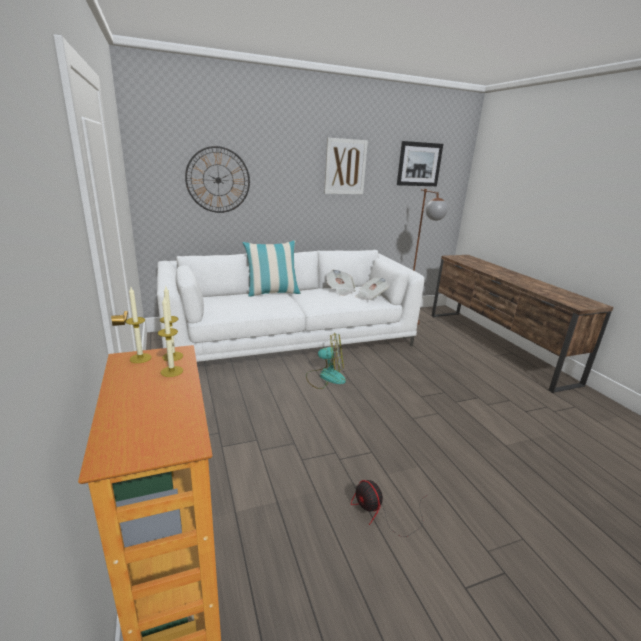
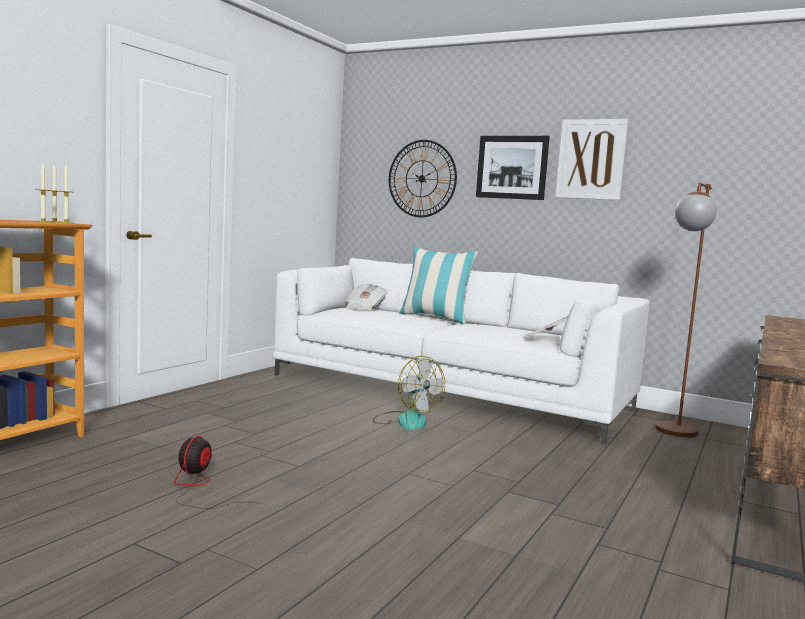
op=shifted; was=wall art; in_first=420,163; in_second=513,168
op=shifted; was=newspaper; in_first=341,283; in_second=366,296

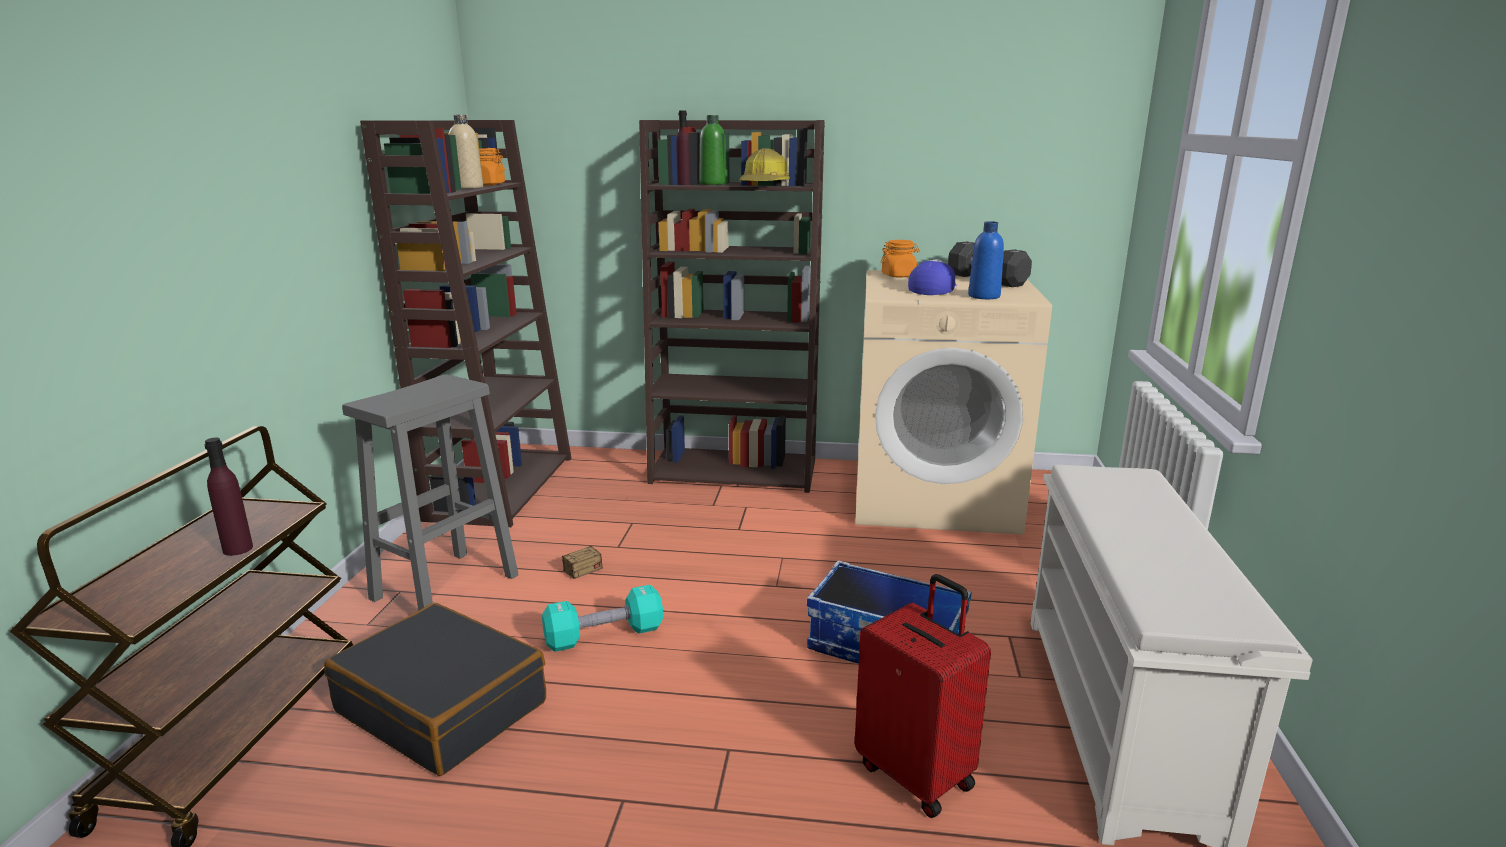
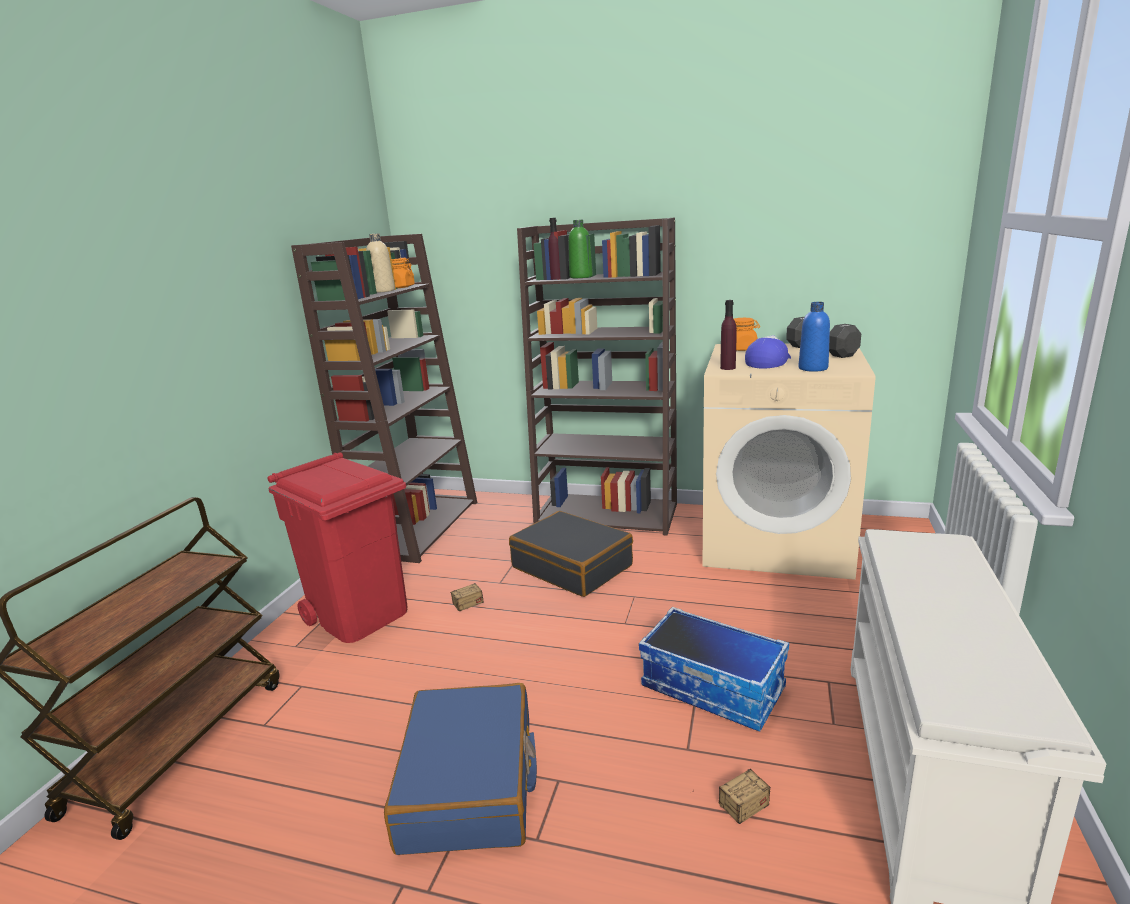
op=gone; was=safety helmet; in_first=765,164
op=swapped; was=gray sitting stool; now=red waste bin; in_first=430,492; in_second=338,547
op=shifted; was=purple beverage bottle; in_first=228,497; in_second=728,335
op=swapped; was=red piece of luggage; now=storage container; in_first=923,696; in_second=731,796
op=gone; was=turquoise-coloured hand weight; in_first=602,618
op=shifted; was=black-coloured piece of luggage; in_first=435,689; in_second=571,554
op=new; now=blue-coloured piece of luggage; in_second=460,769

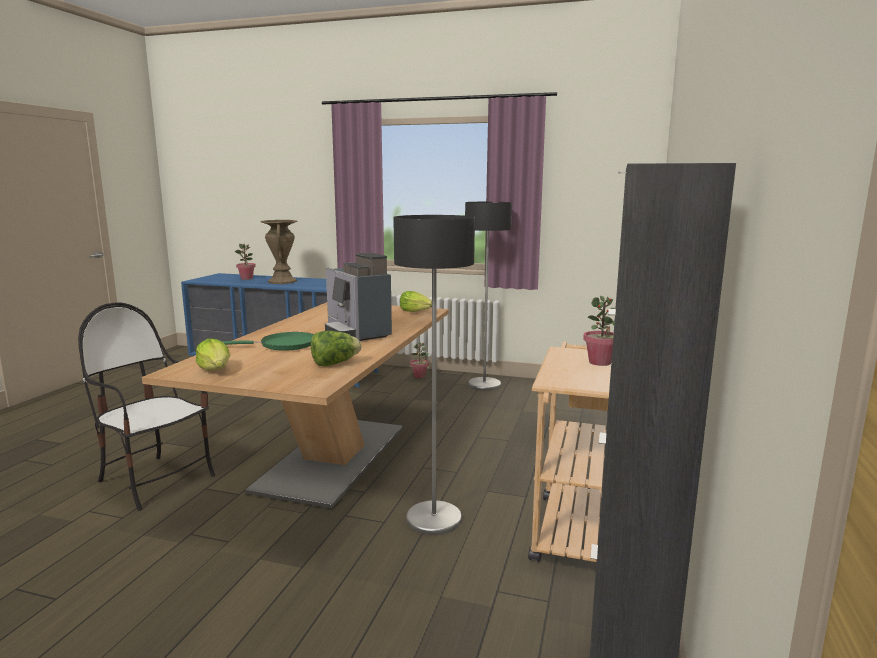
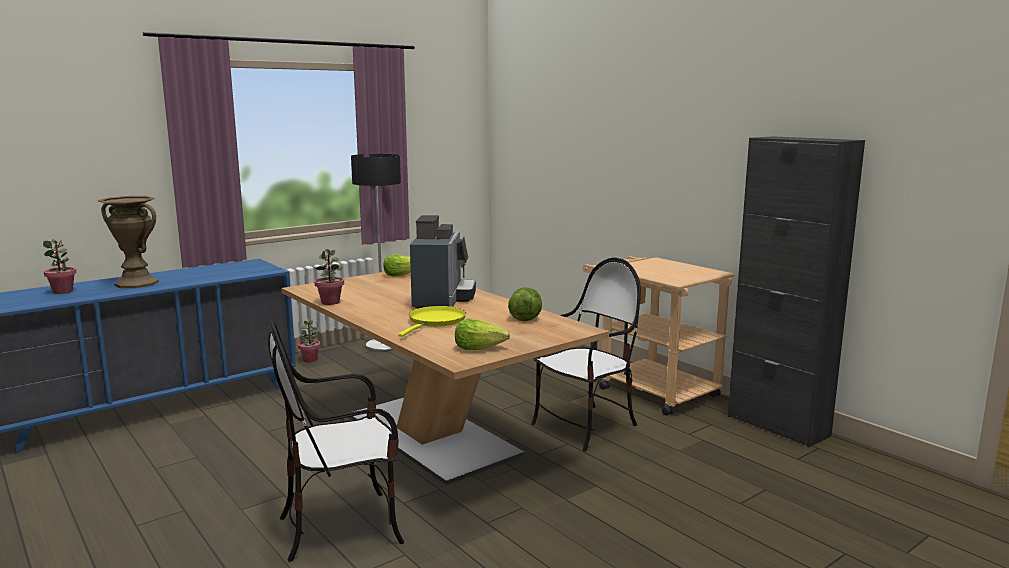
op=swapped; was=standing lamp; now=upright chair; in_first=434,375; in_second=586,354
op=rotated; was=coffee maker; in_first=358,296; in_second=443,262; clockwise=-90
op=shifted; was=potted plant; in_first=599,331; in_second=329,277
op=repainted; was=green-coloured frying pan; now=yellowish frying pan; in_first=268,341; in_second=432,321

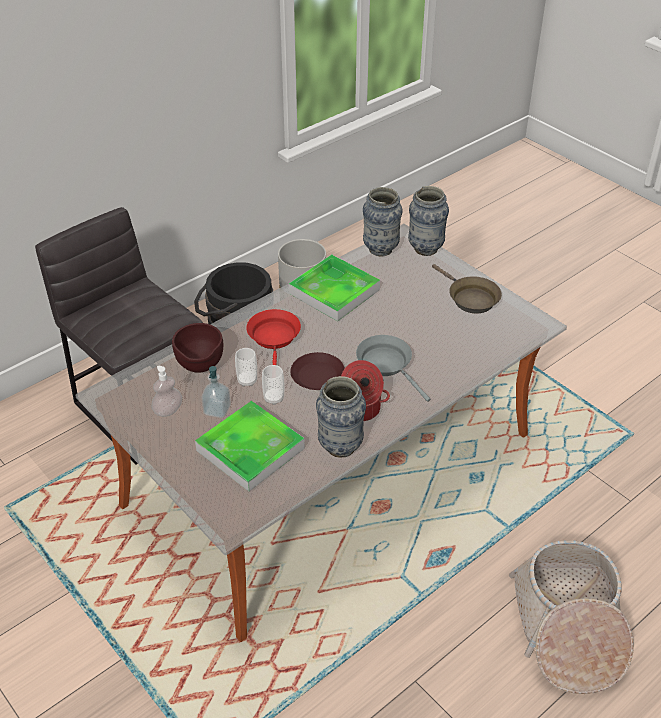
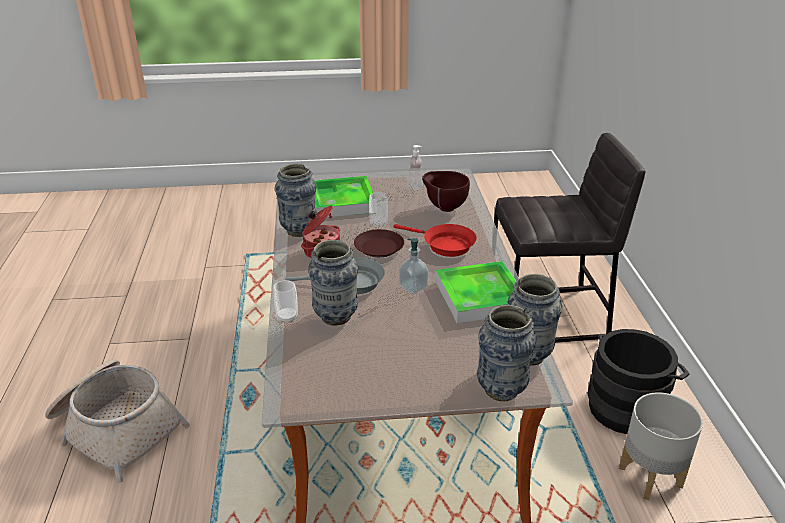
op=gone; was=brown frying pan; in_first=467,288
op=shifted; was=small cup; in_first=246,367; in_second=286,301
op=shifted; was=soap bottle; in_first=216,392; in_second=414,266
op=new; now=flower vase; in_second=333,283

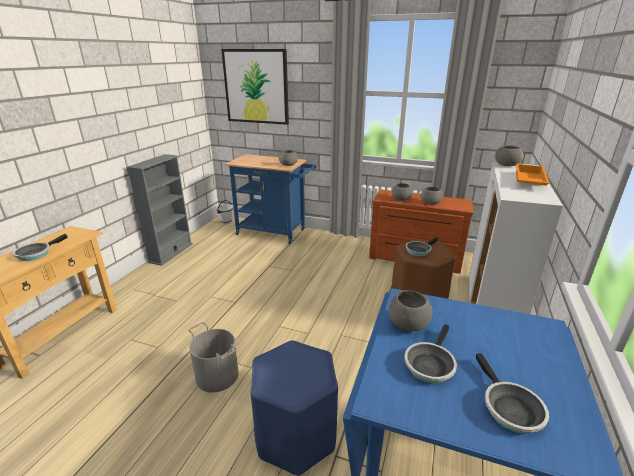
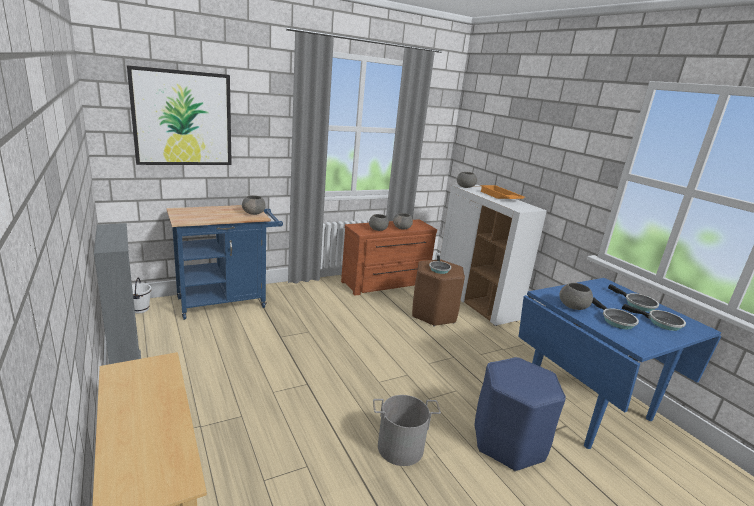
op=shifted; was=frying pan; in_first=40,247; in_second=633,298

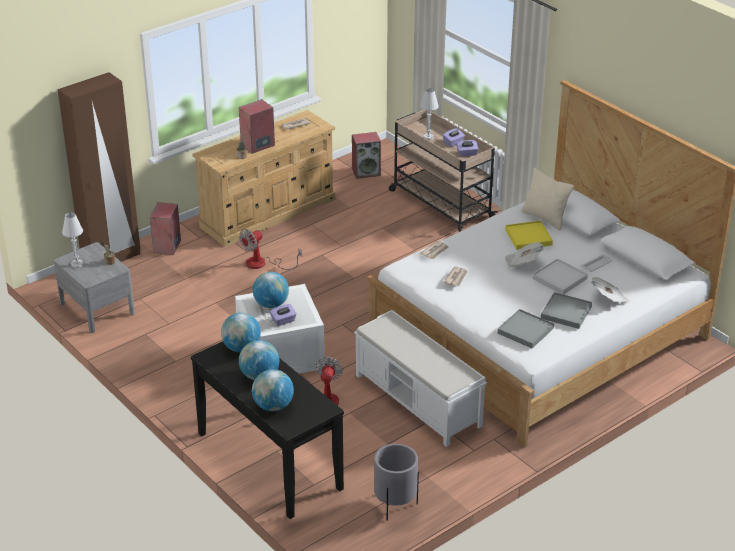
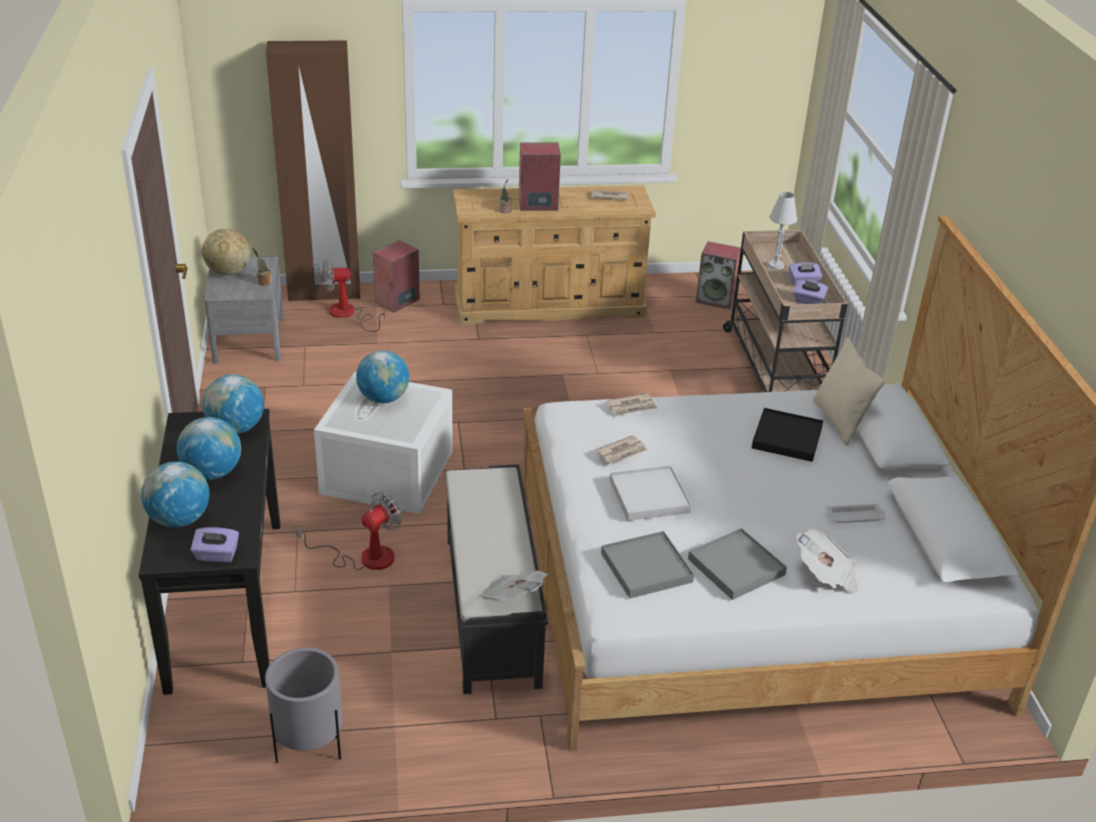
op=swapped; was=white-coloured table lamp; now=desk globe; in_first=72,240; in_second=226,252
op=repainted; was=yellowish tray; now=black-coloured tray; in_first=529,235; in_second=787,435
op=shifted; was=fan; in_first=270,249; in_second=353,295
op=shifted; was=newspaper; in_first=524,254; in_second=513,586
op=shifted; was=white-coloured tray; in_first=560,277; in_second=650,493
op=shifted; was=purple tissue box; in_first=283,315; in_second=215,544
op=repainted; was=white-coloured long seat; now=black-coloured long seat; in_first=420,378; in_second=496,579

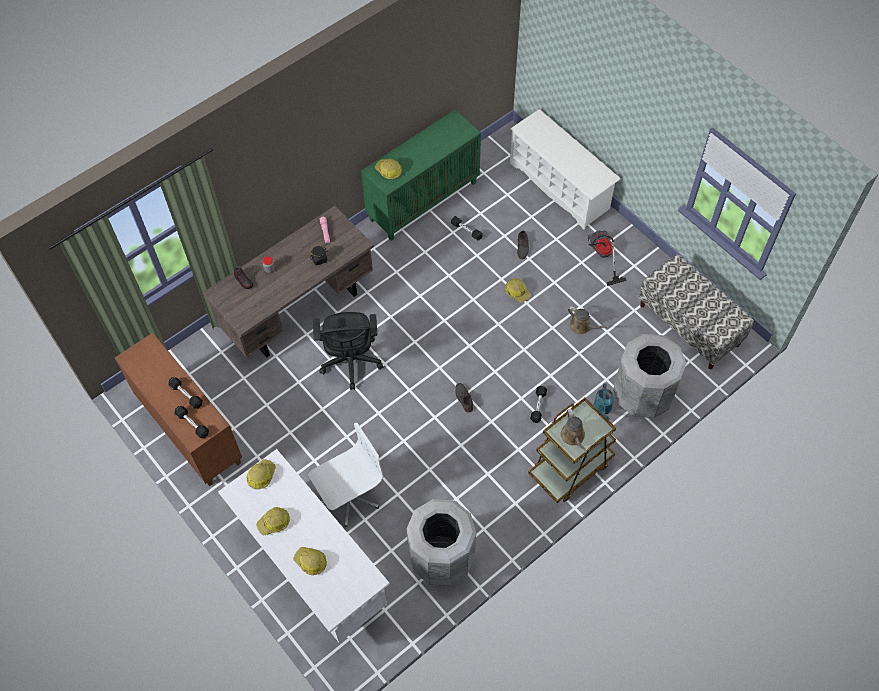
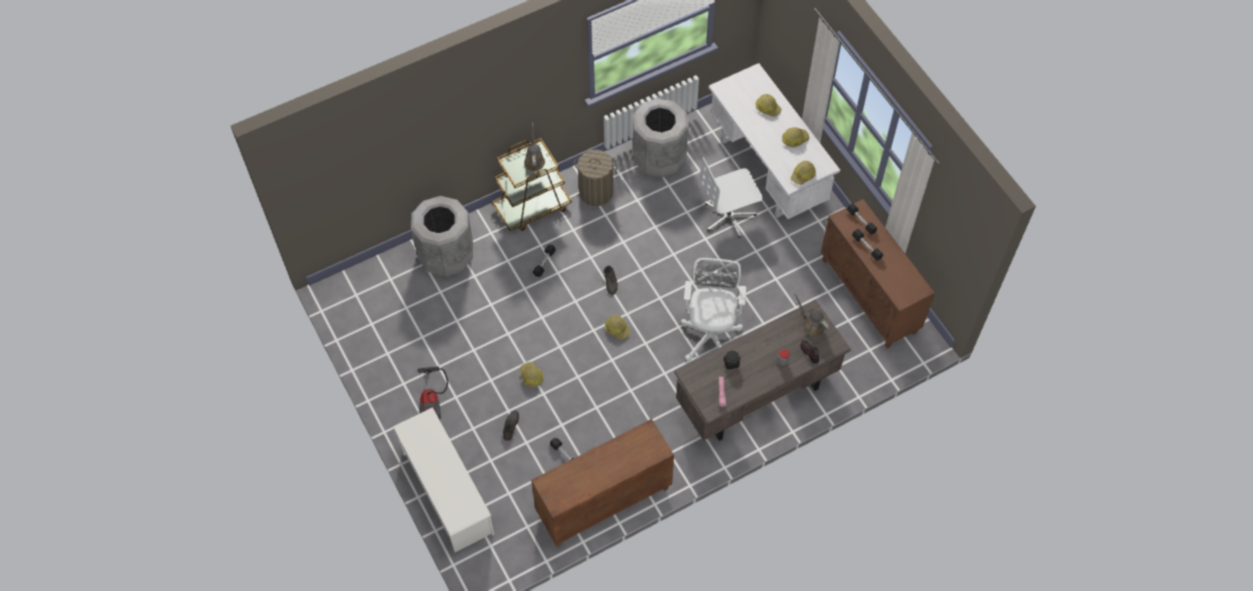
op=repainted; was=green-coloured cabinet; now=brown cabinet; in_first=421,175; in_second=602,483
op=shifted; was=safety helmet; in_first=388,169; in_second=618,327
op=gone; was=long seat; in_first=696,311
op=shifted; was=brown watering pot; in_first=588,320; in_second=811,315
op=repainted; was=black-coloured office chair; now=white-coloured office chair; in_first=348,351; in_second=713,309
op=gone; was=turquoise-coloured watering pot; in_first=604,403
op=new; now=hamper; in_second=595,177

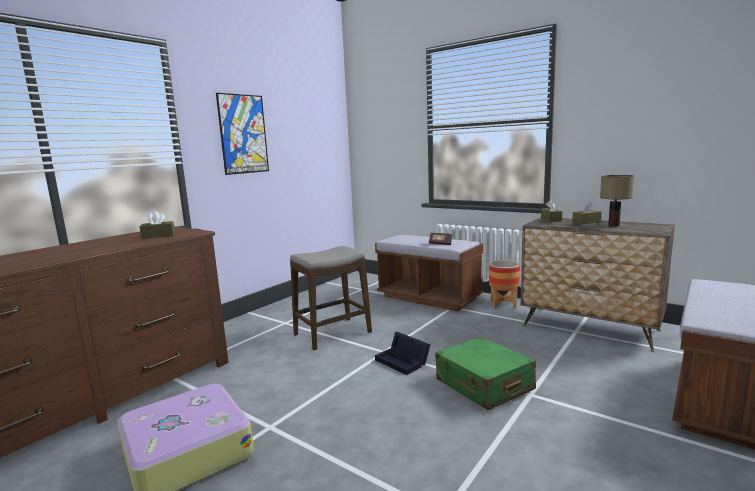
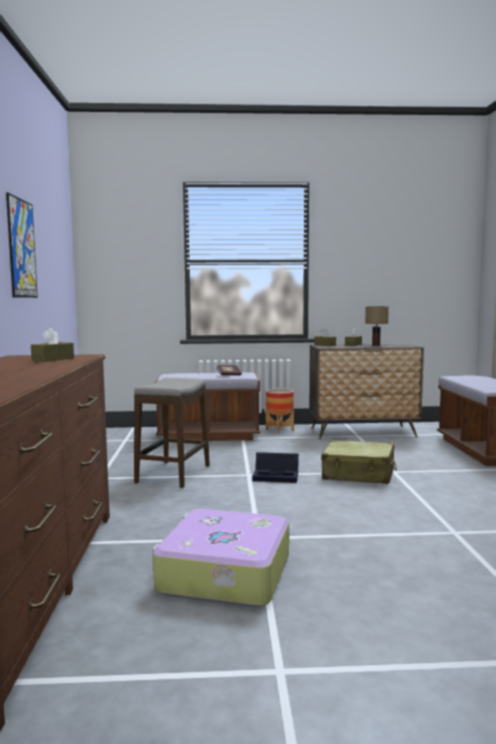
op=repainted; was=green-coloured piece of luggage; now=beige-coloured piece of luggage; in_first=485,373; in_second=359,462

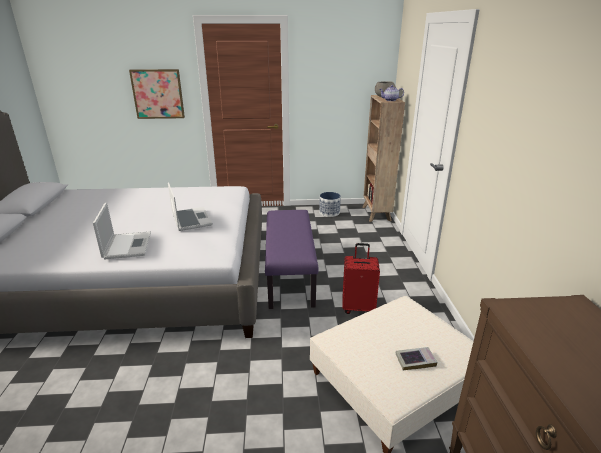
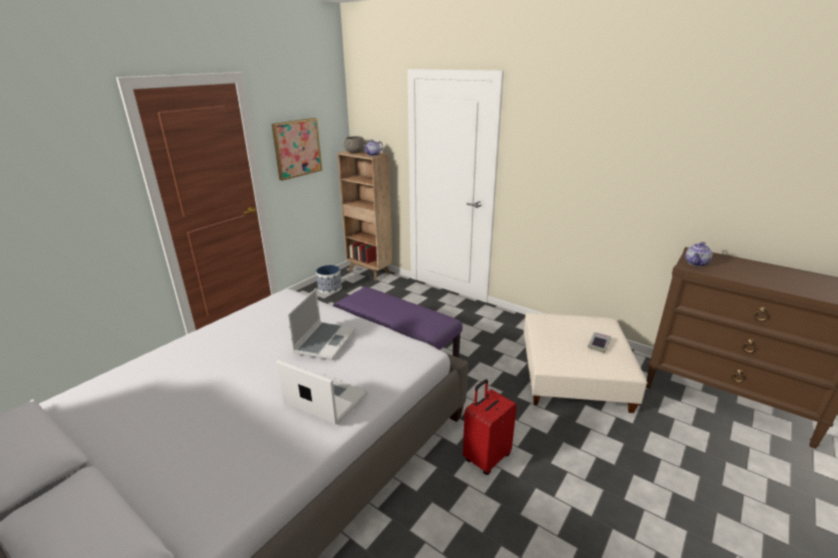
op=shifted; was=wall art; in_first=157,94; in_second=297,149
op=rotated; was=notebook computer; in_first=190,206; in_second=321,324; clockwise=90
op=shifted; was=red piece of luggage; in_first=361,278; in_second=490,427
op=new; now=teapot; in_second=699,254

